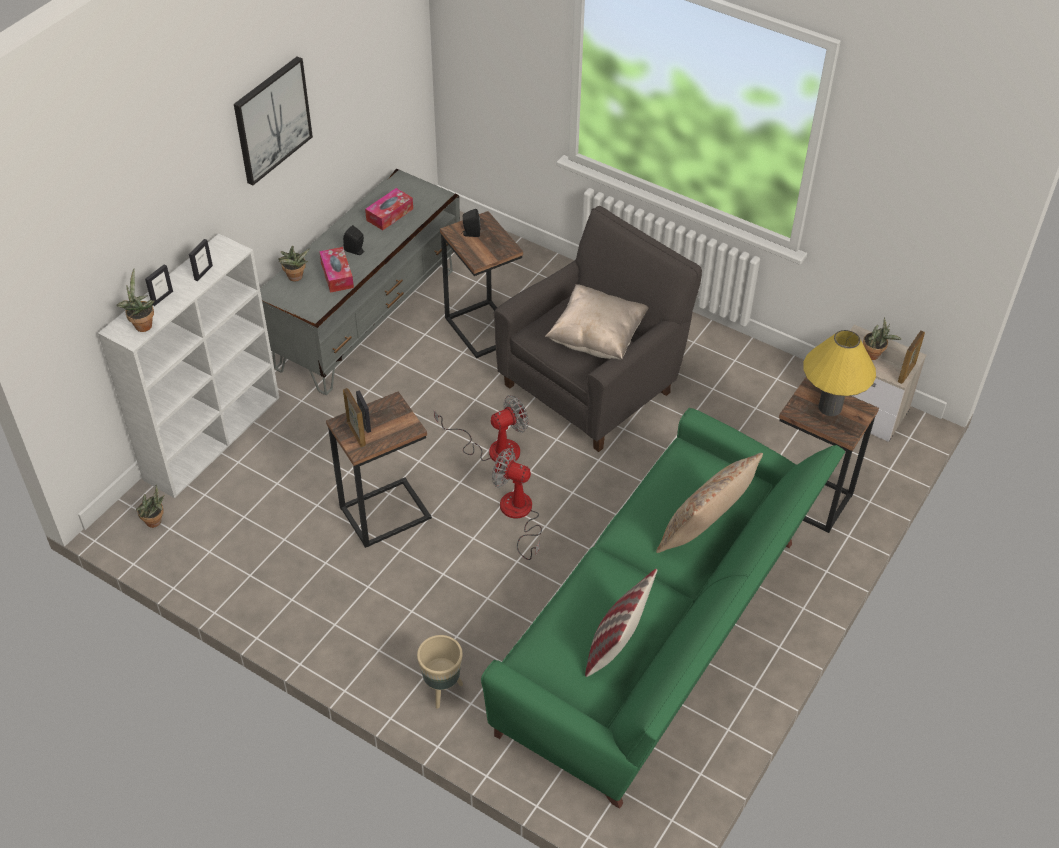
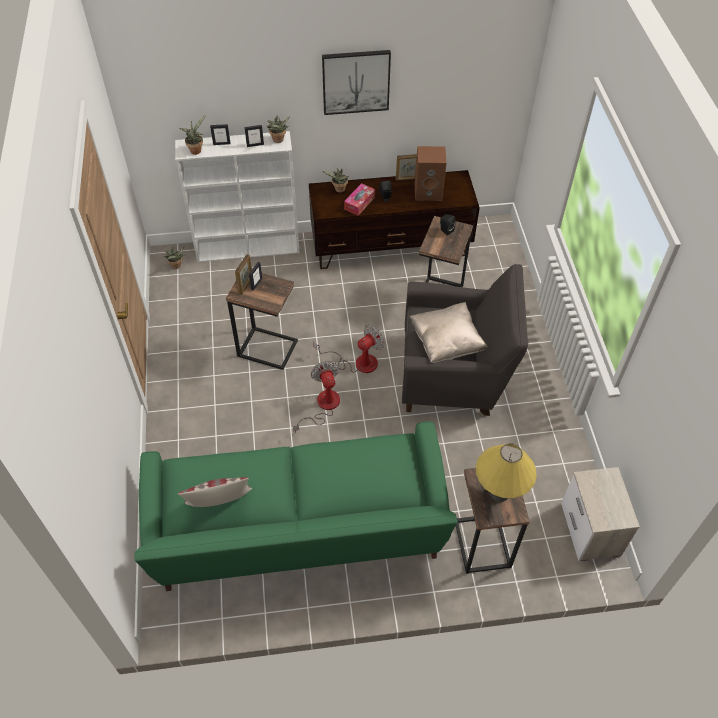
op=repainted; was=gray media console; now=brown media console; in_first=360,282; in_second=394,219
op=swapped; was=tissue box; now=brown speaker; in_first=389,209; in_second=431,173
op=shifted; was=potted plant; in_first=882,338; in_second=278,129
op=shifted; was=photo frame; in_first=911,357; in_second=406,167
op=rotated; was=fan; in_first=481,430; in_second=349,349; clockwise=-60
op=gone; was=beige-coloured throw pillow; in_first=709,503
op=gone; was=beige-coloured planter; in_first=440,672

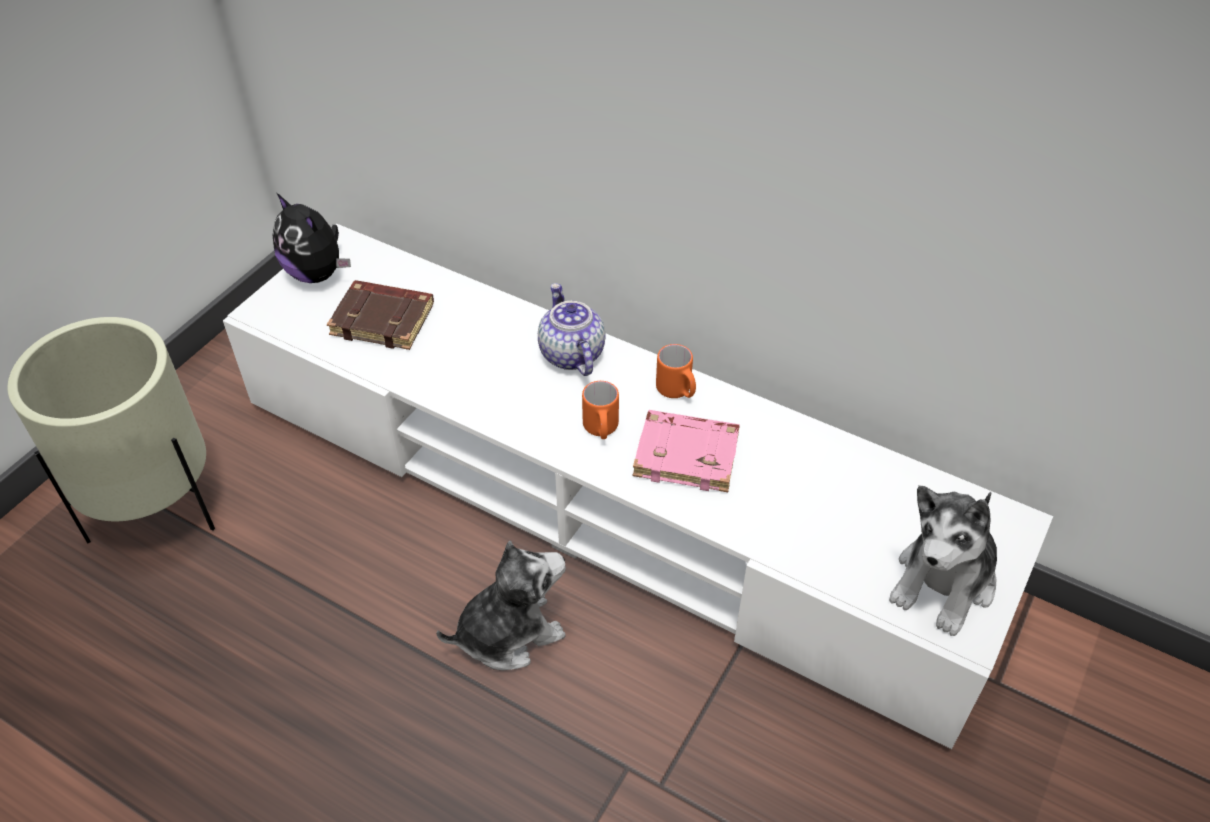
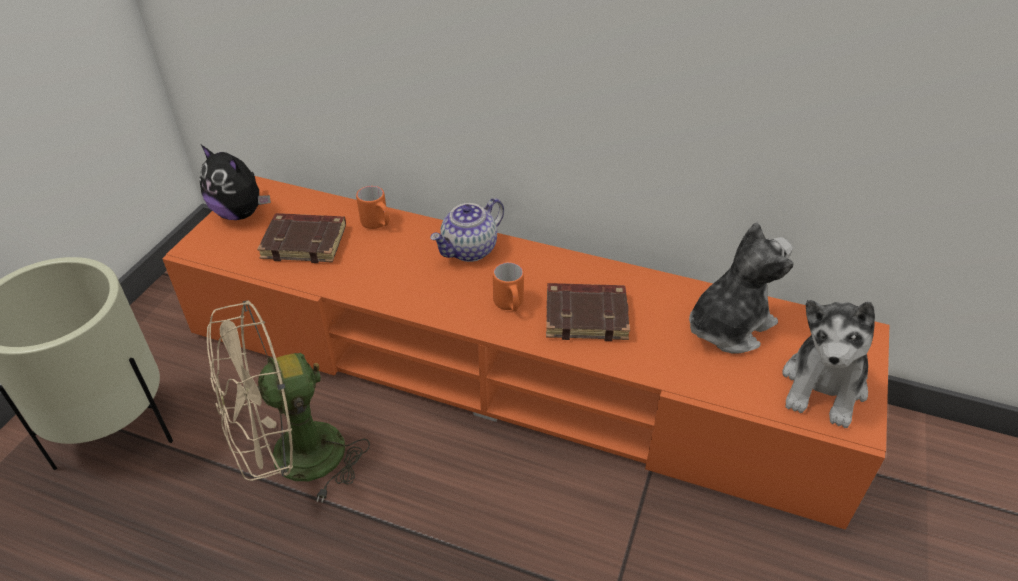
op=repainted; was=white-coloured media console; now=orangey media console; in_first=638,486; in_second=525,353
op=rotated; was=teapot; in_first=571,329; in_second=467,230; clockwise=-105
op=shifted; was=orangey mug; in_first=676,371; in_second=373,207
op=repainted; was=pink-coloured volume; now=brown volume; in_first=686,451; in_second=588,312
op=shifted; was=cuddly toy; in_first=501,606; in_second=741,288
op=new; now=beige-coloured fan; in_second=288,401

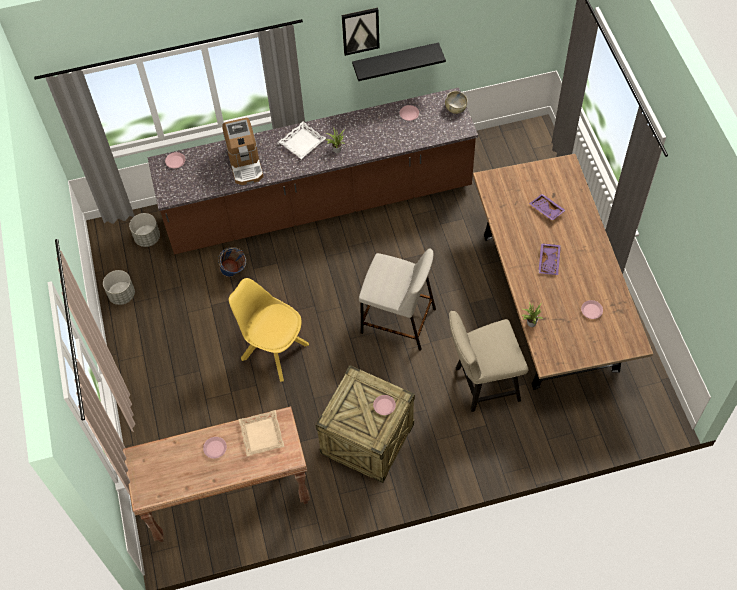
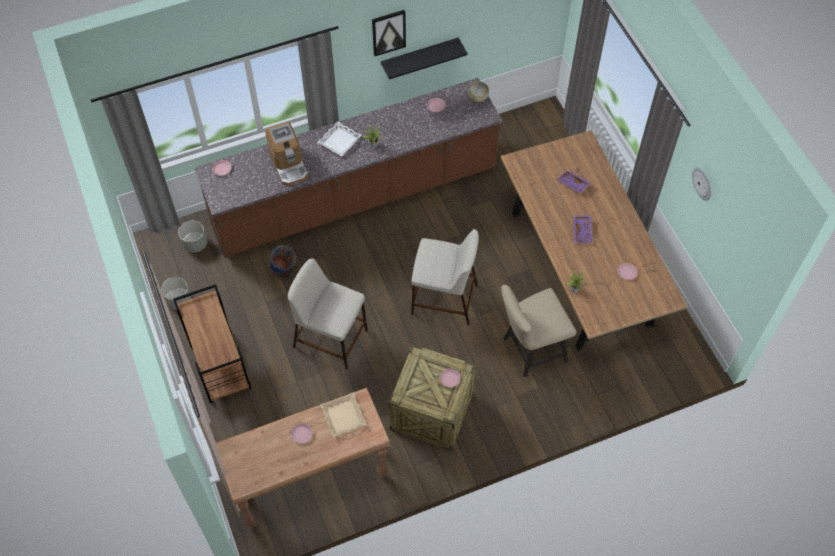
op=swapped; was=yellowish upright chair; now=beige-coloured sitting stool; in_first=269,330; in_second=328,313
op=new; now=clock on the wall; in_second=701,184
op=new; now=brown trolley; in_second=212,343

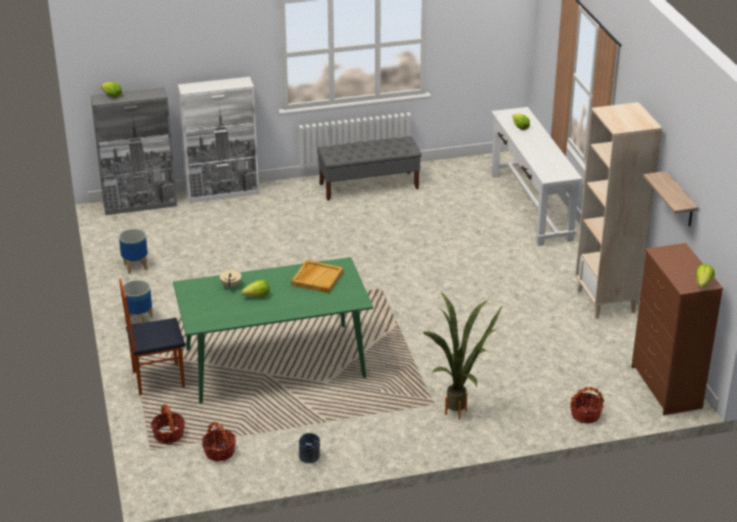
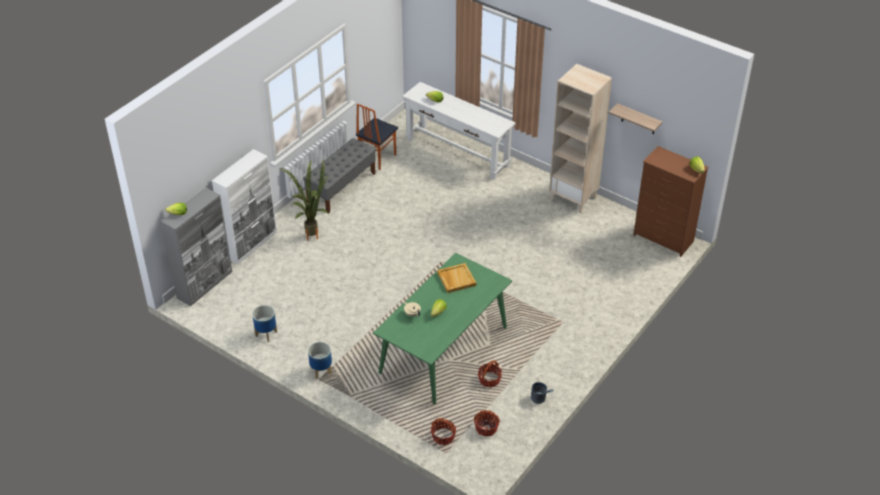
op=shifted; was=upright chair; in_first=152,337; in_second=377,137
op=shifted; was=potted plant; in_first=463,355; in_second=304,200
op=shifted; was=household basket; in_first=587,405; in_second=490,373

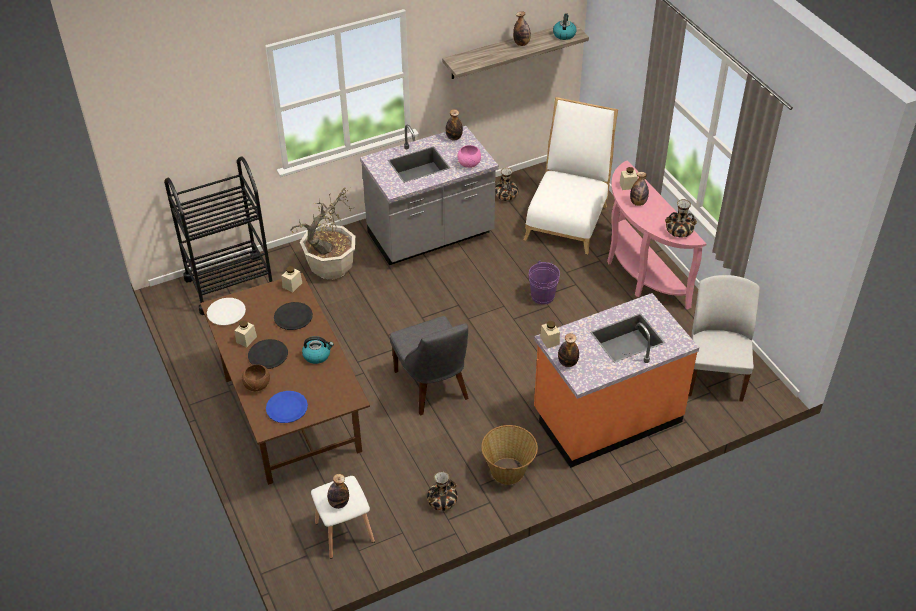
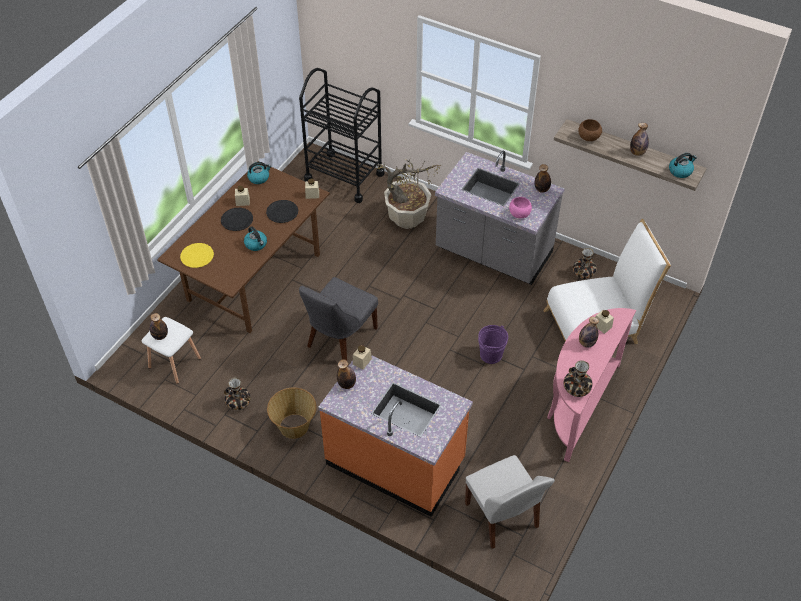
op=rotated; was=white-coloured upright chair; in_first=724,338; in_second=510,502; clockwise=90
op=swapped; was=white-coloured dinner plate; now=water kettle; in_first=226,311; in_second=259,173
op=shifted; was=brown bowl; in_first=256,377; in_second=590,130
op=repainted; was=blue-coloured dinner plate; now=yellowish dinner plate; in_first=287,407; in_second=197,255

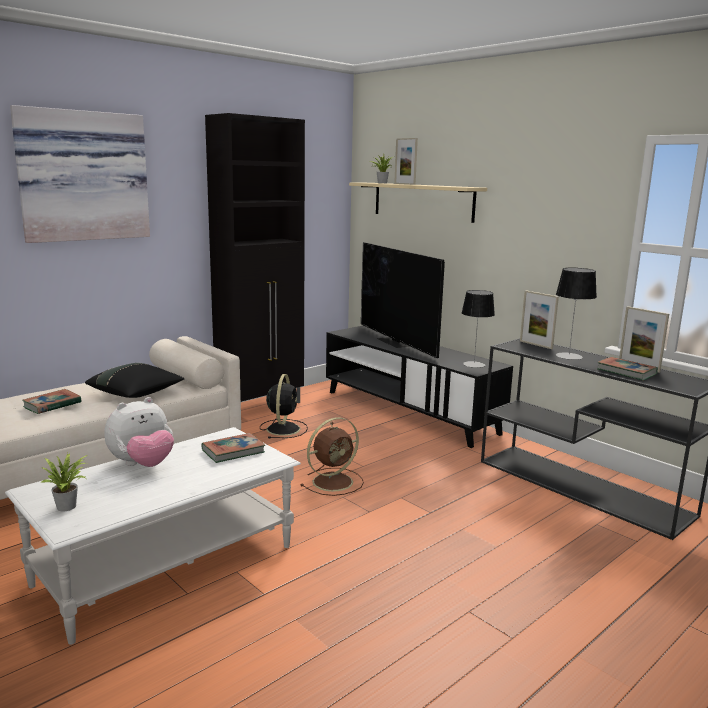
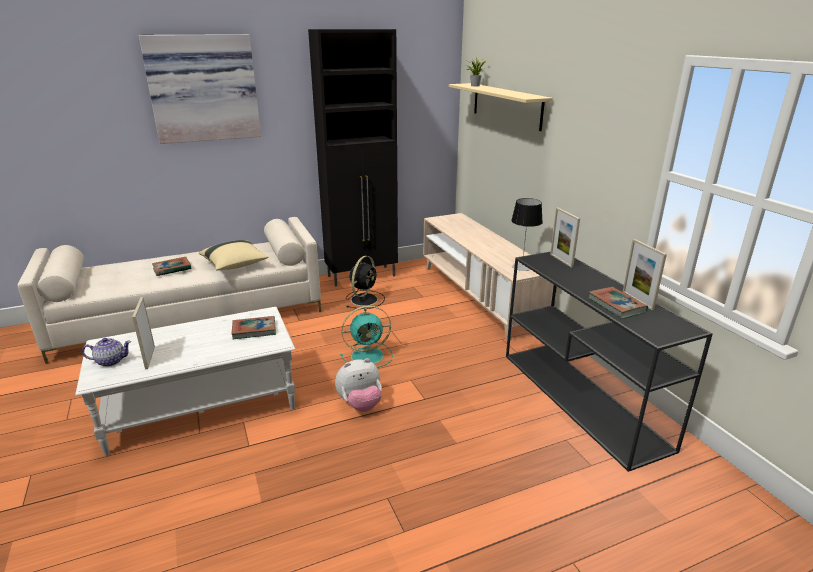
op=shifted; was=photo frame; in_first=406,161; in_second=143,333
op=gone; was=TV set; in_first=403,300
op=gone; was=table lamp; in_first=576,314
op=repainted; was=black-coloured media console; now=beige-coloured media console; in_first=419,387; in_second=490,277
op=repainted; was=black-coloured throw pillow; now=beige-coloured throw pillow; in_first=134,380; in_second=234,255
op=shifted; was=cuddly toy; in_first=139,432; in_second=358,385
op=repainted; was=brown fan; now=turquoise-coloured fan; in_first=332,456; in_second=366,337
op=swapped; was=potted plant; now=teapot; in_first=63,482; in_second=106,352

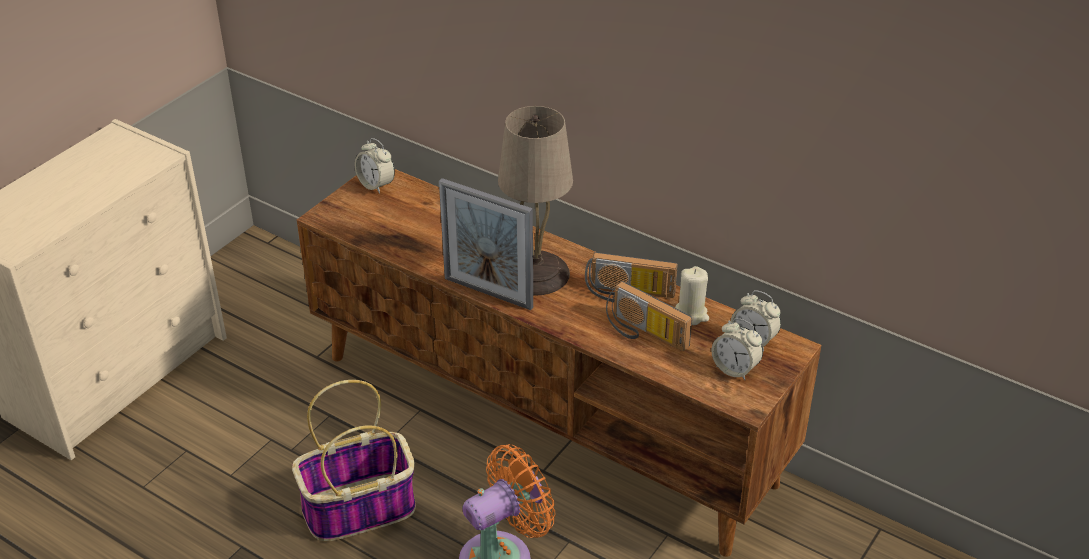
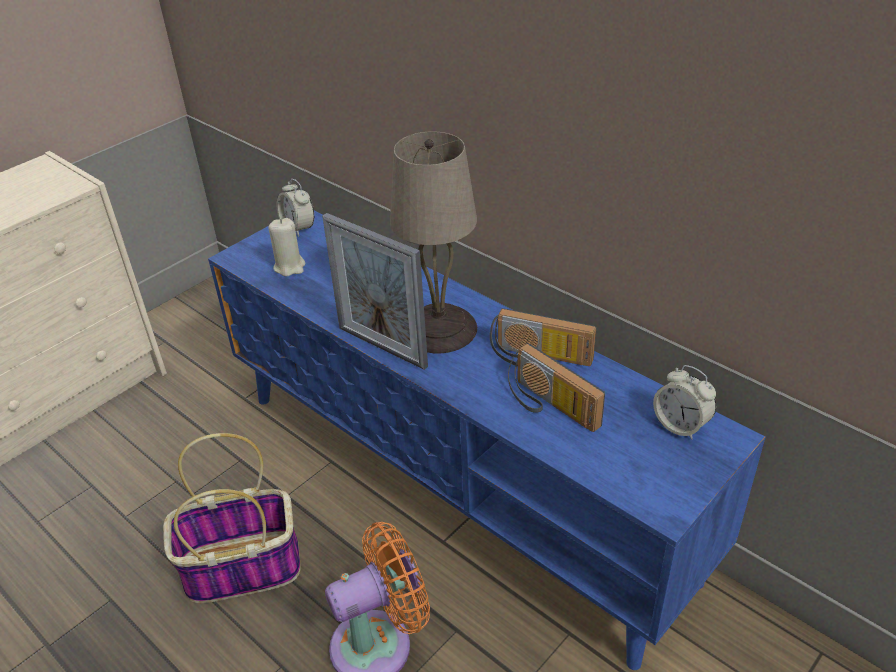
op=repainted; was=brown media console; now=blue-coloured media console; in_first=559,363; in_second=486,440
op=shifted; was=beige-coloured wax light; in_first=692,295; in_second=287,247
op=gone; was=alarm clock; in_first=737,349

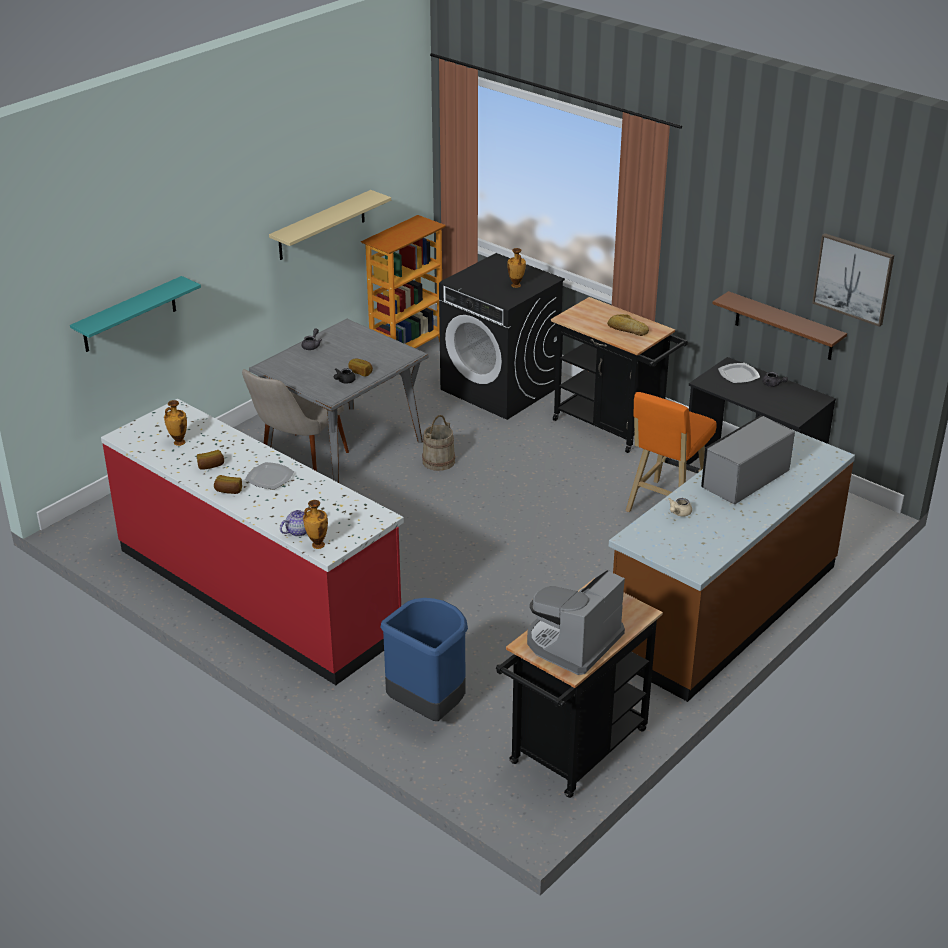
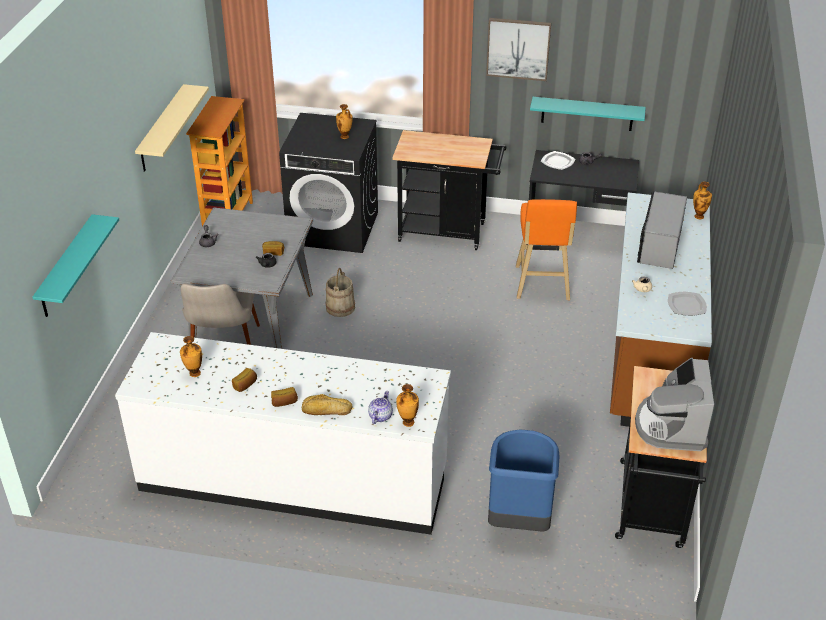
op=shifted; was=wall art; in_first=853,280; in_second=518,49
op=repainted; was=brown wall shelf; now=turquoise-coloured wall shelf; in_first=779,325; in_second=588,114
op=shifted; was=baked bread; in_first=628,325; in_second=327,404
op=repainted; was=red kitchen base unit; now=white-coloured kitchen base unit; in_first=252,542; in_second=283,433
op=shifted; was=dinner plate; in_first=269,475; in_second=687,304
op=new; now=flower vase; in_second=702,200

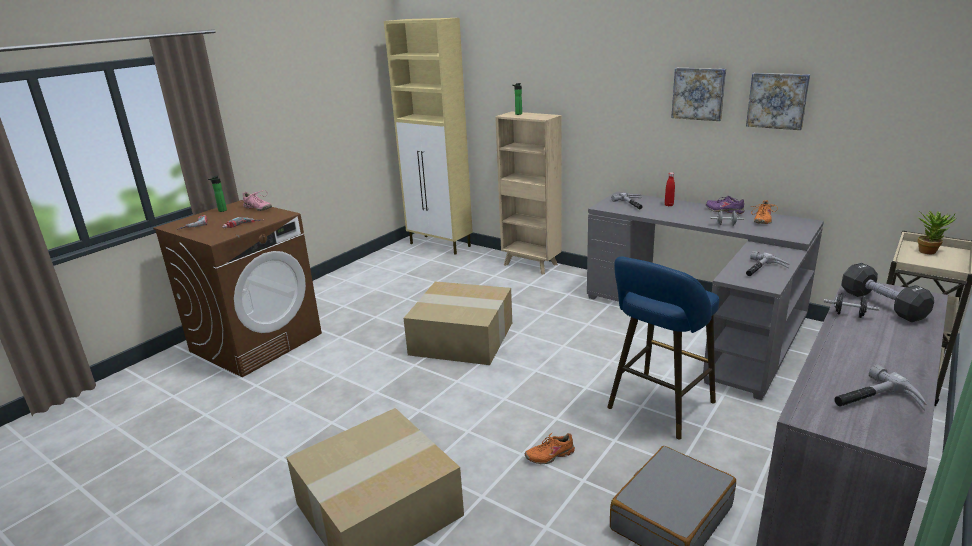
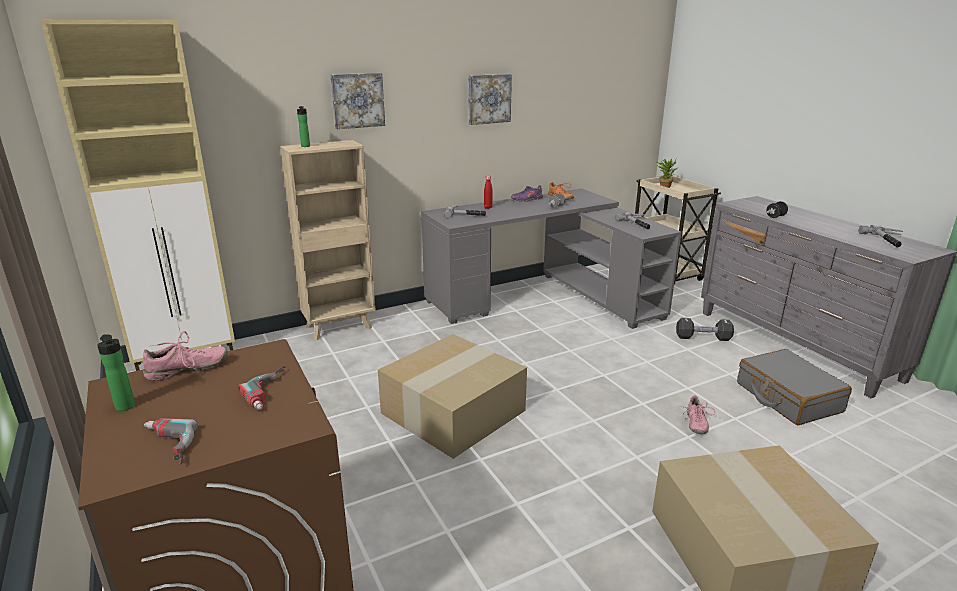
op=shifted; was=wall art; in_first=778,101; in_second=357,101
op=gone; was=blue-coloured sitting stool; in_first=663,348
op=shifted; was=black-coloured hand weight; in_first=887,292; in_second=705,329
op=repainted; was=orangey shoe; now=pink-coloured shoe; in_first=550,448; in_second=698,415

